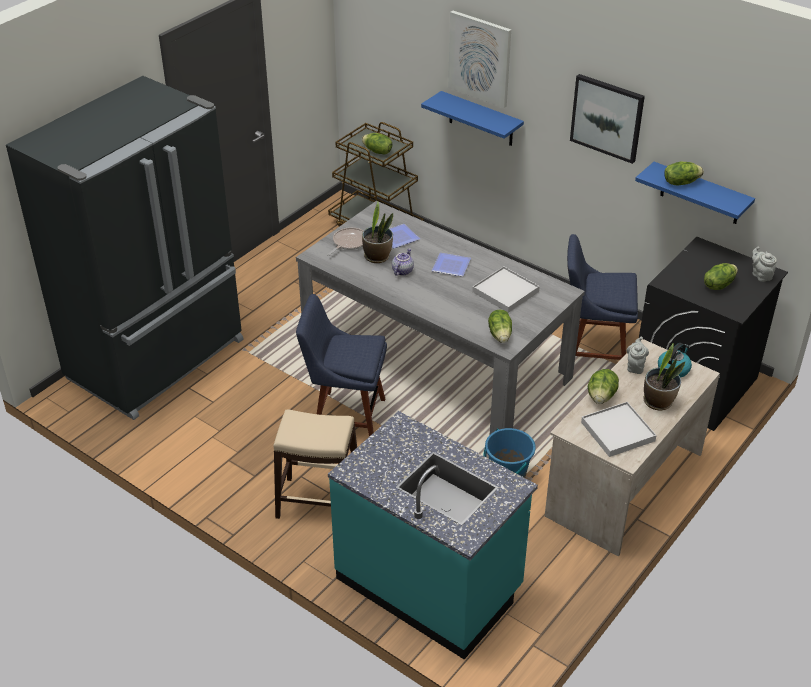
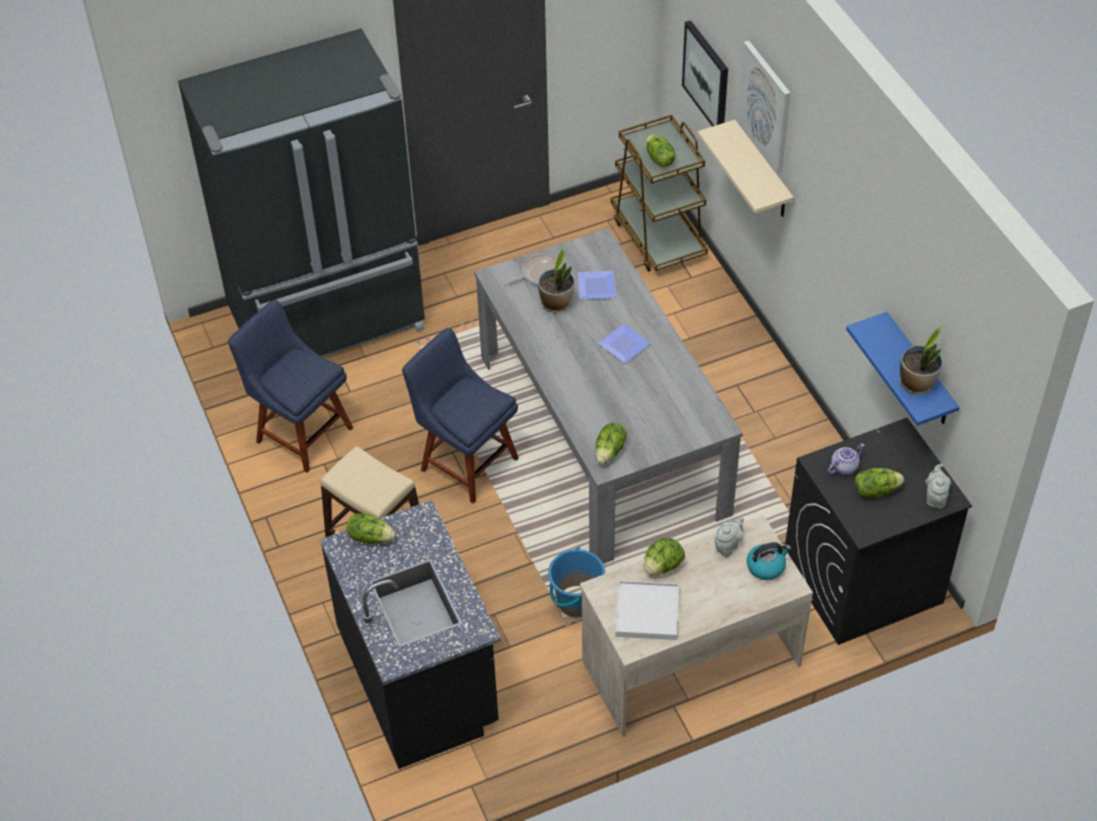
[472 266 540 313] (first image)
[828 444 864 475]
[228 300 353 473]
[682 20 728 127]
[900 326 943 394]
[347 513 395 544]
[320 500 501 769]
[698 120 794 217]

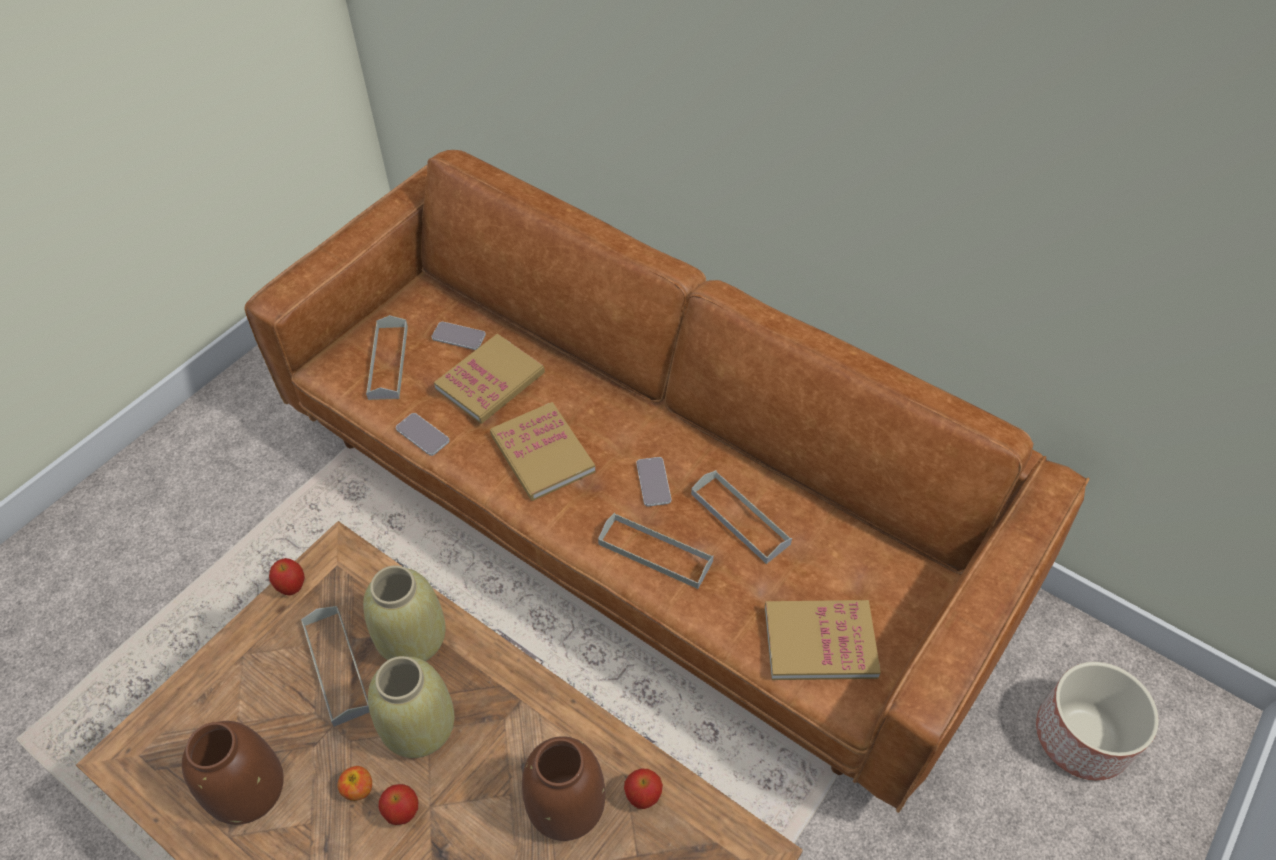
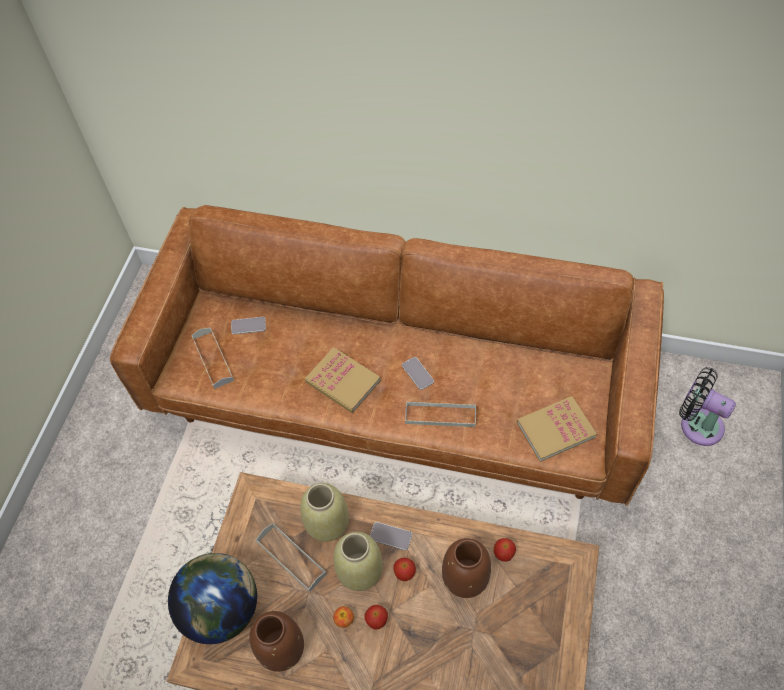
[434 334 545 424] (first image)
[691 470 792 564] (first image)
[168 553 257 644]
[393 558 416 581]
[370 522 412 550]
[679 367 736 446]

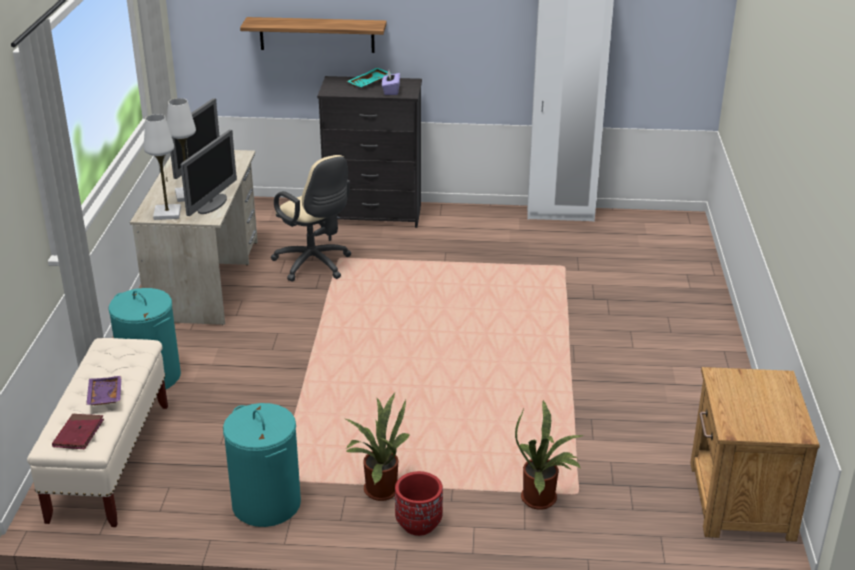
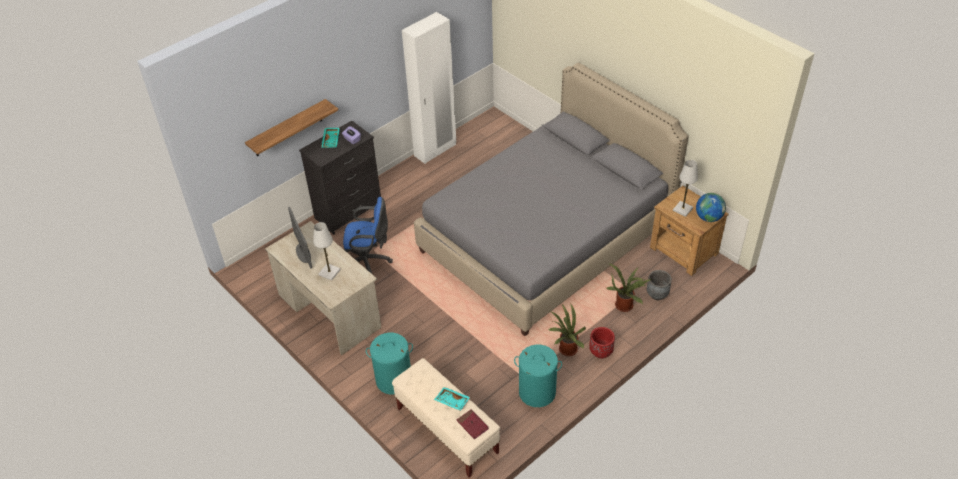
[180 130 237 216] (first image)
[414 63 689 336]
[647 270 672 300]
[696 193 726 222]
[673 160 698 217]
[434 387 470 411]
[343 197 393 274]

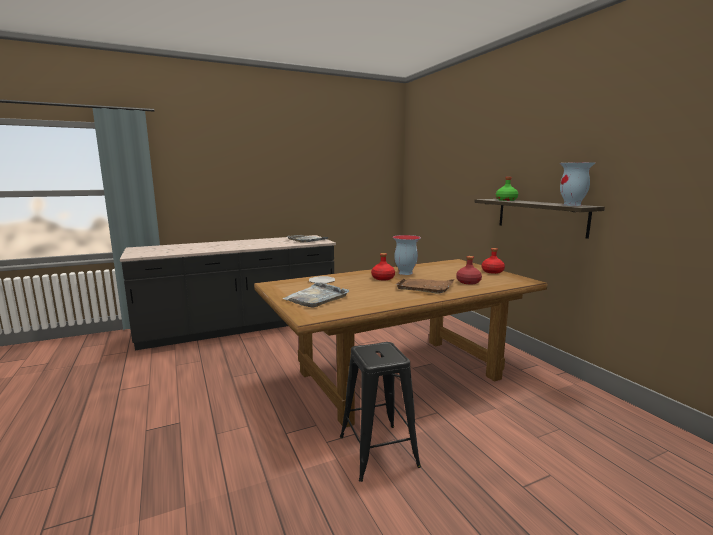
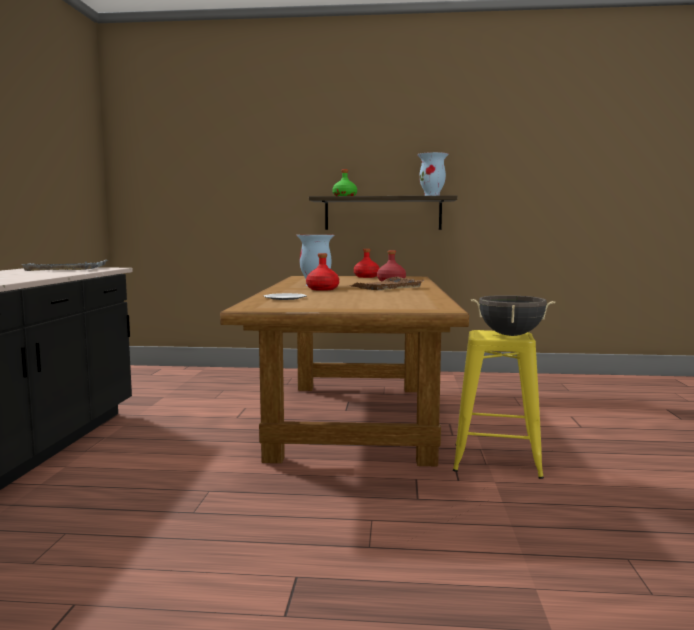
[282 282 349 307] (first image)
[471 295 555 336]
[453 330 544 479]

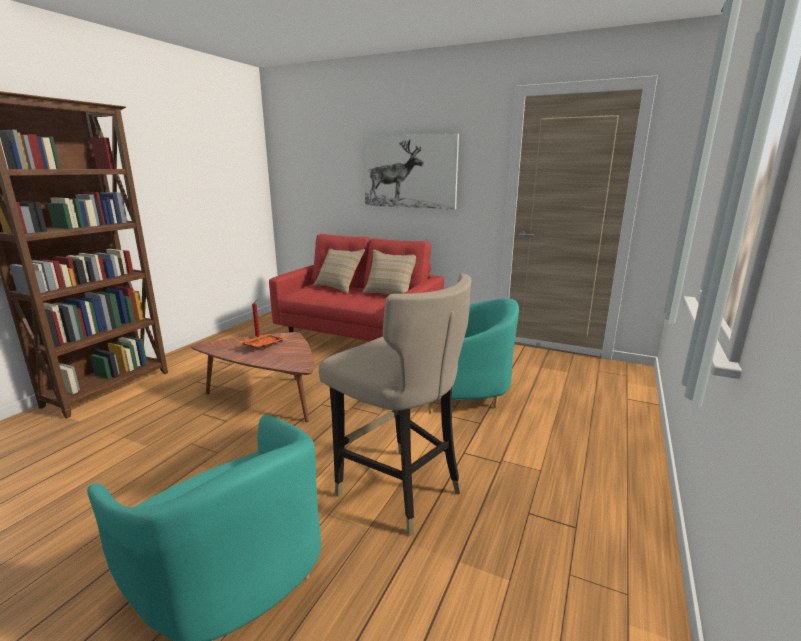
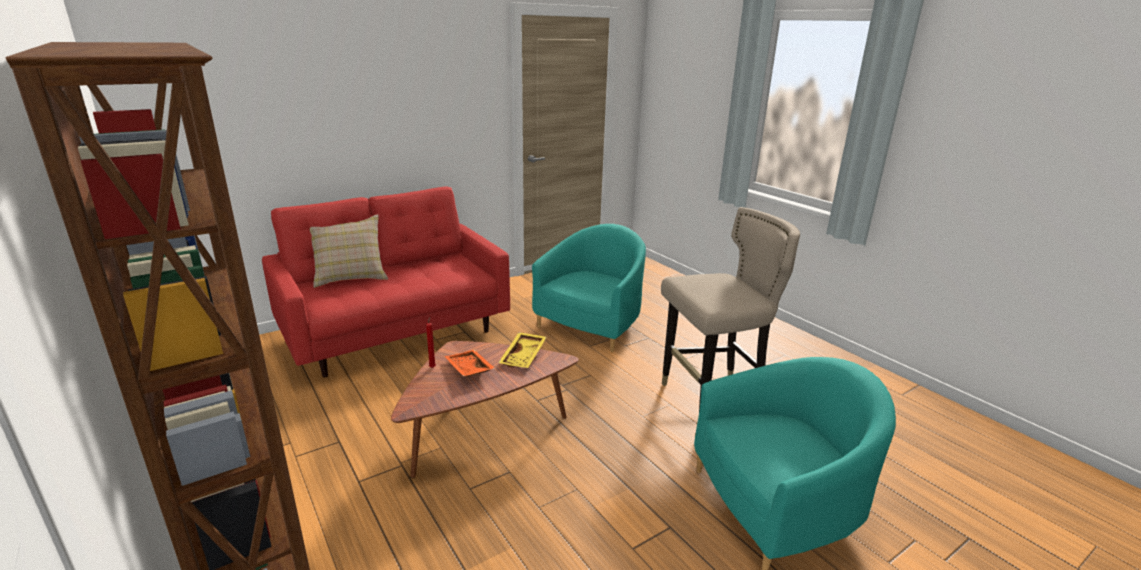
[362 250 416 294] (first image)
[363 133 459 209] (first image)
[498 332 546 368]

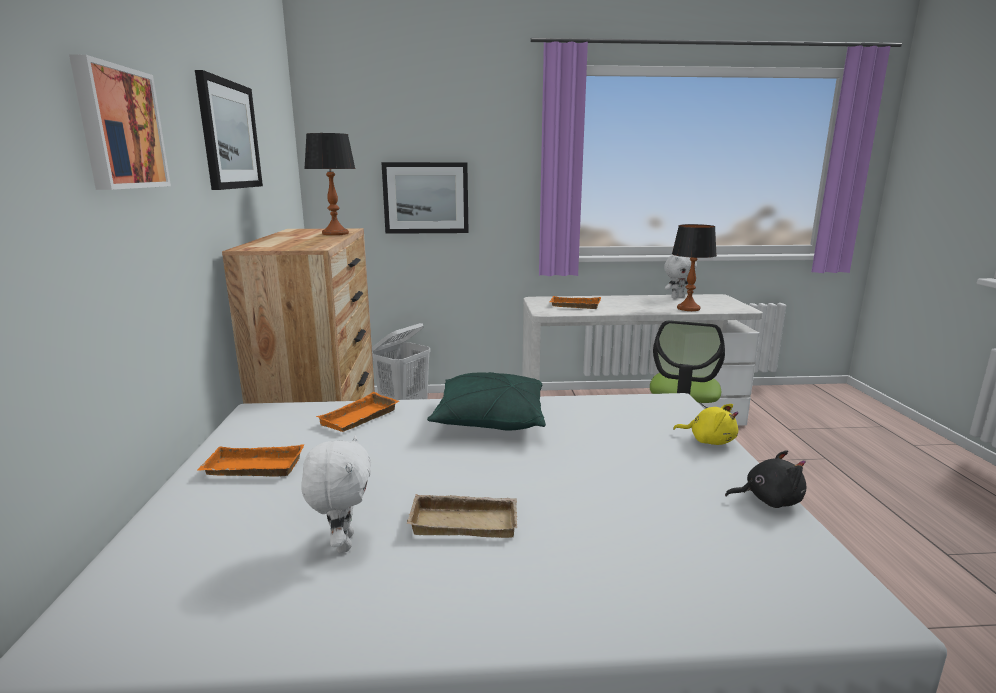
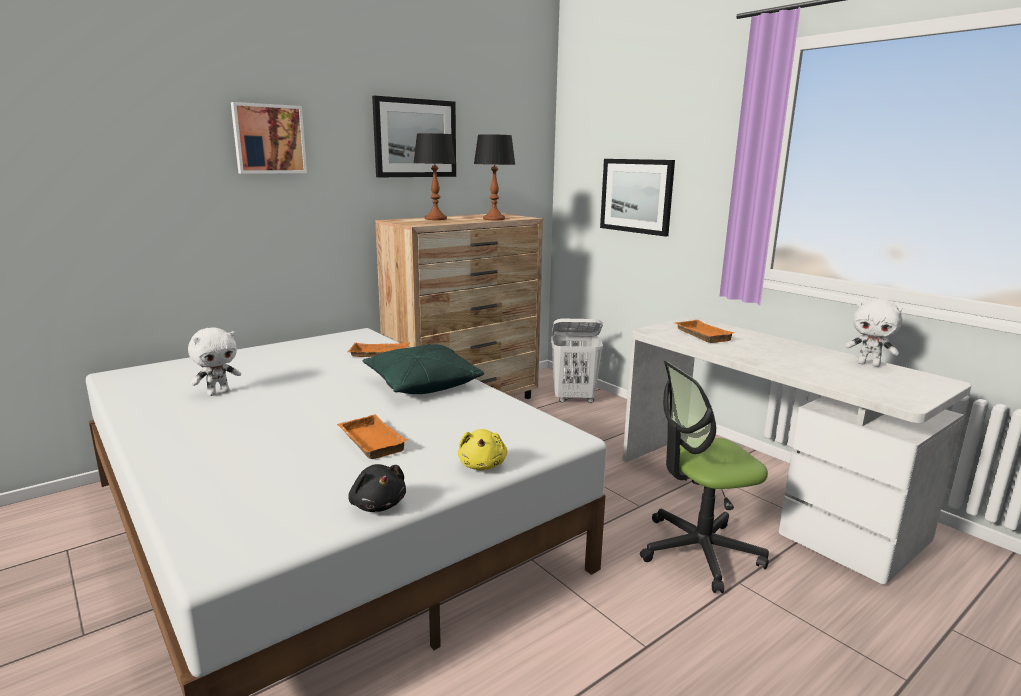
[407 494 517 538] (first image)
[337 414 408 459]
[414 133 456 220]

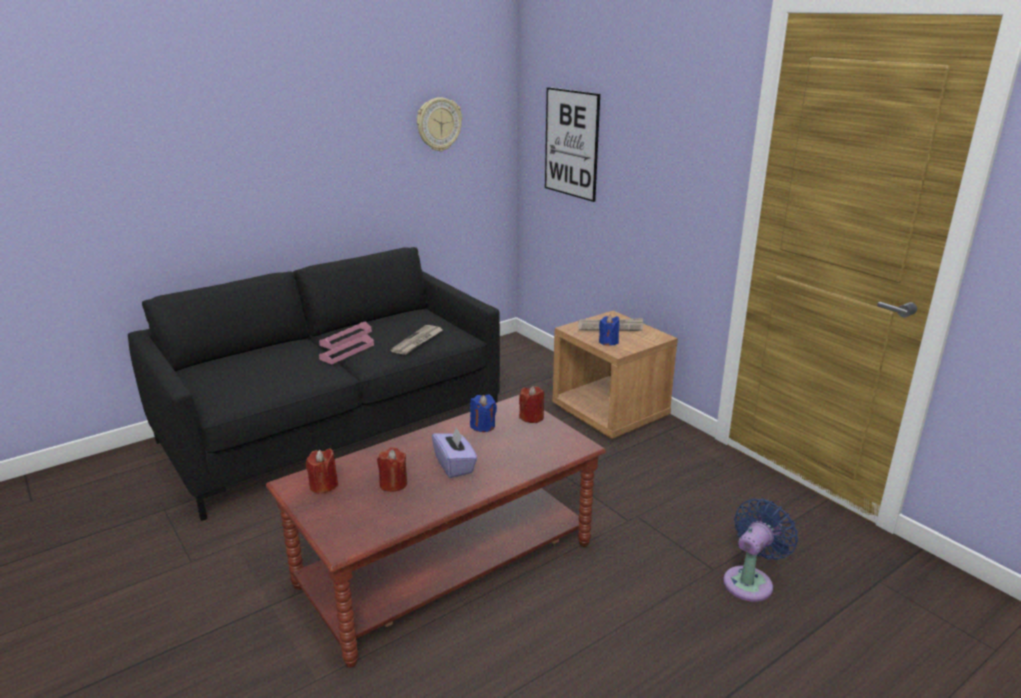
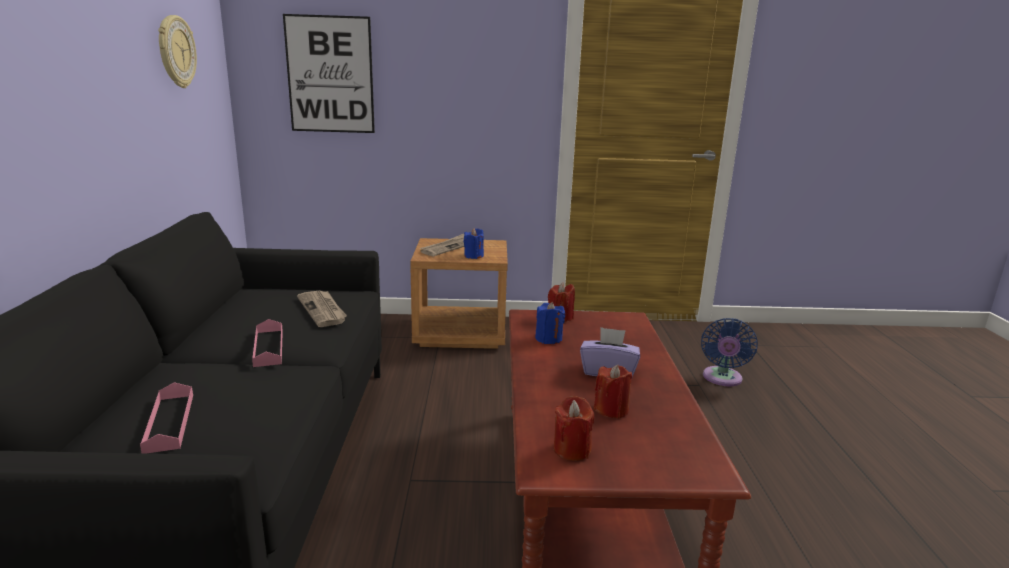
[140 382 193 454]
[701 318 758 386]

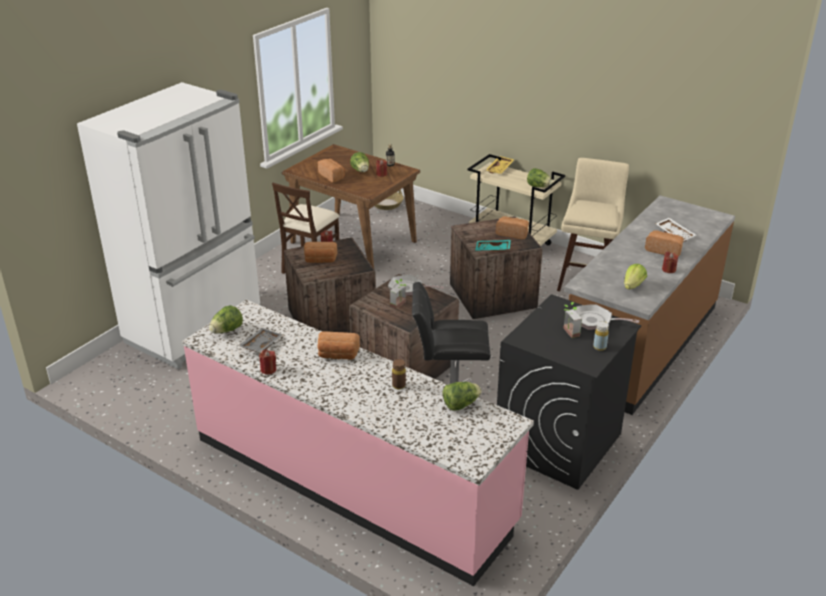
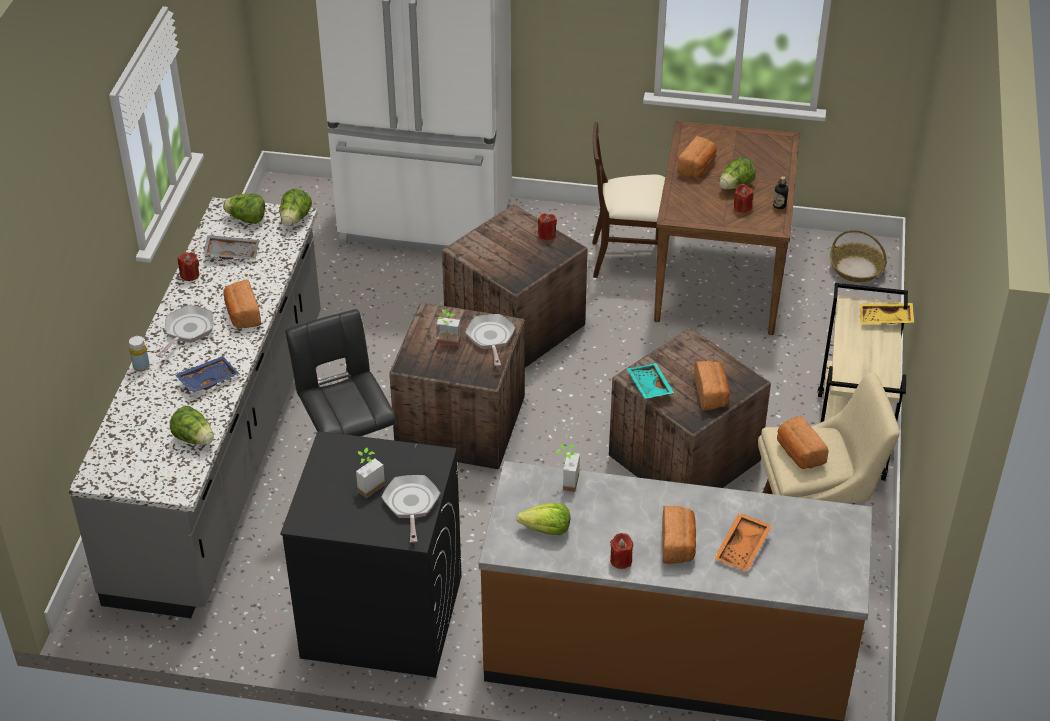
[157 305 213 358]
[556 445 580 492]
[777 415 829 469]
[280 189 312 226]
[129 336 150 371]
[174 356 240 393]
[69 197 321 618]
[714 513 772 571]

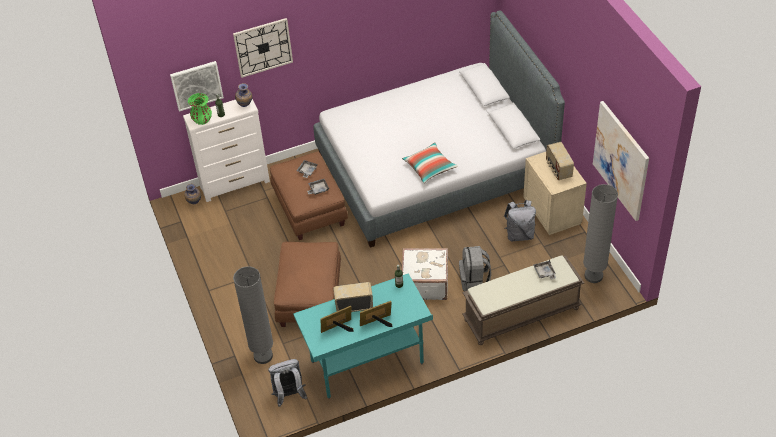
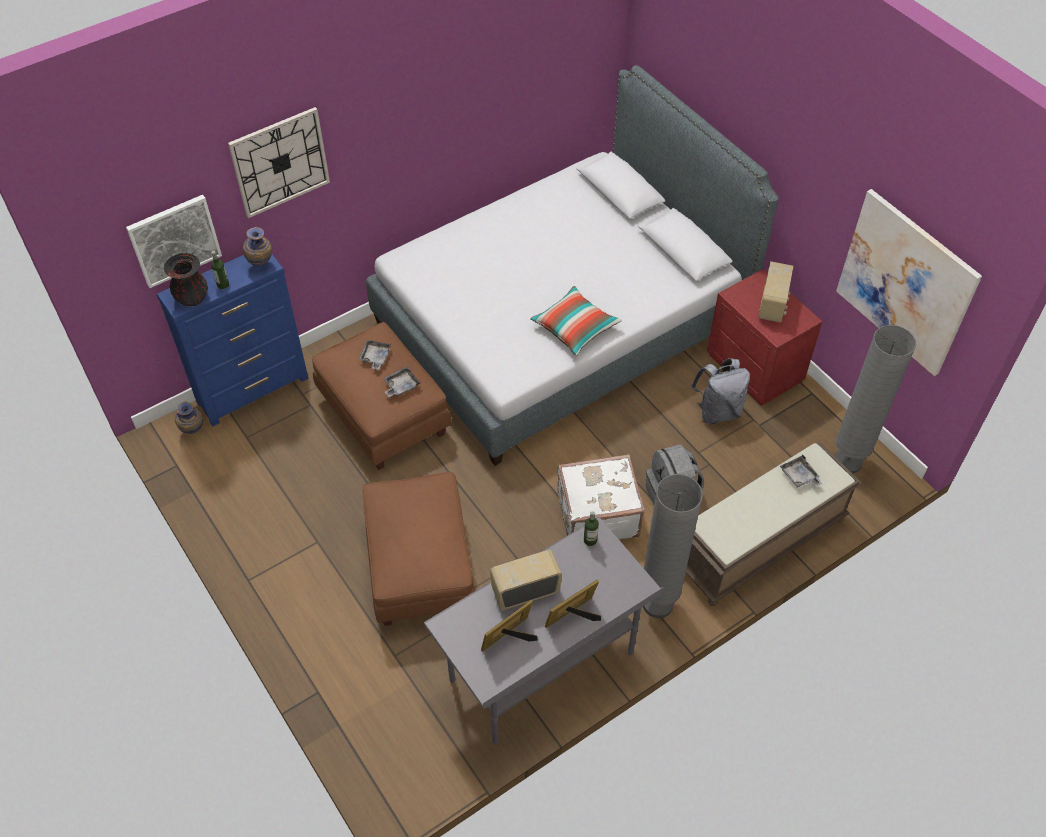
[268 359 307 407] (first image)
[643 474 703 618]
[157 254 308 426]
[163 253 208 306]
[424 517 663 745]
[707 269 823 406]
[758 261 794 323]

